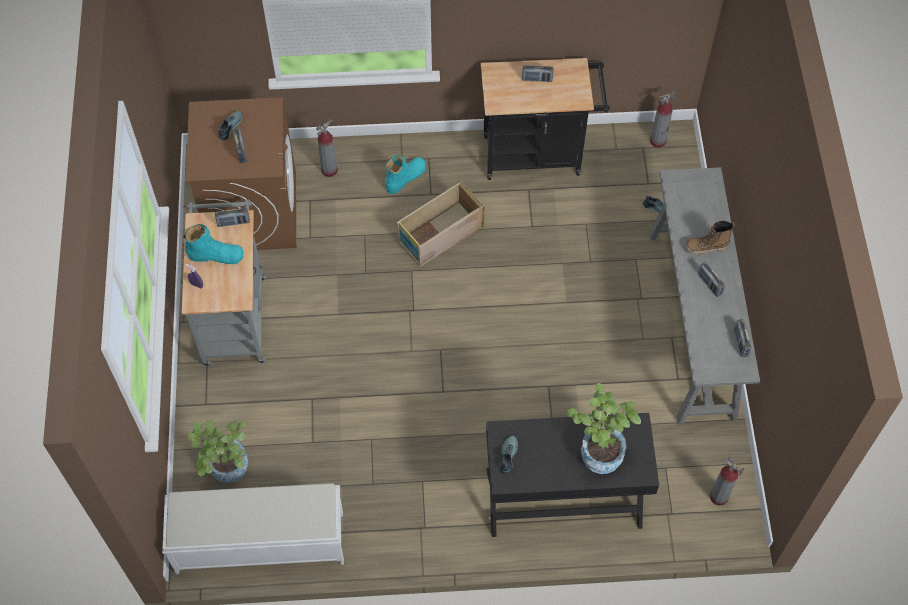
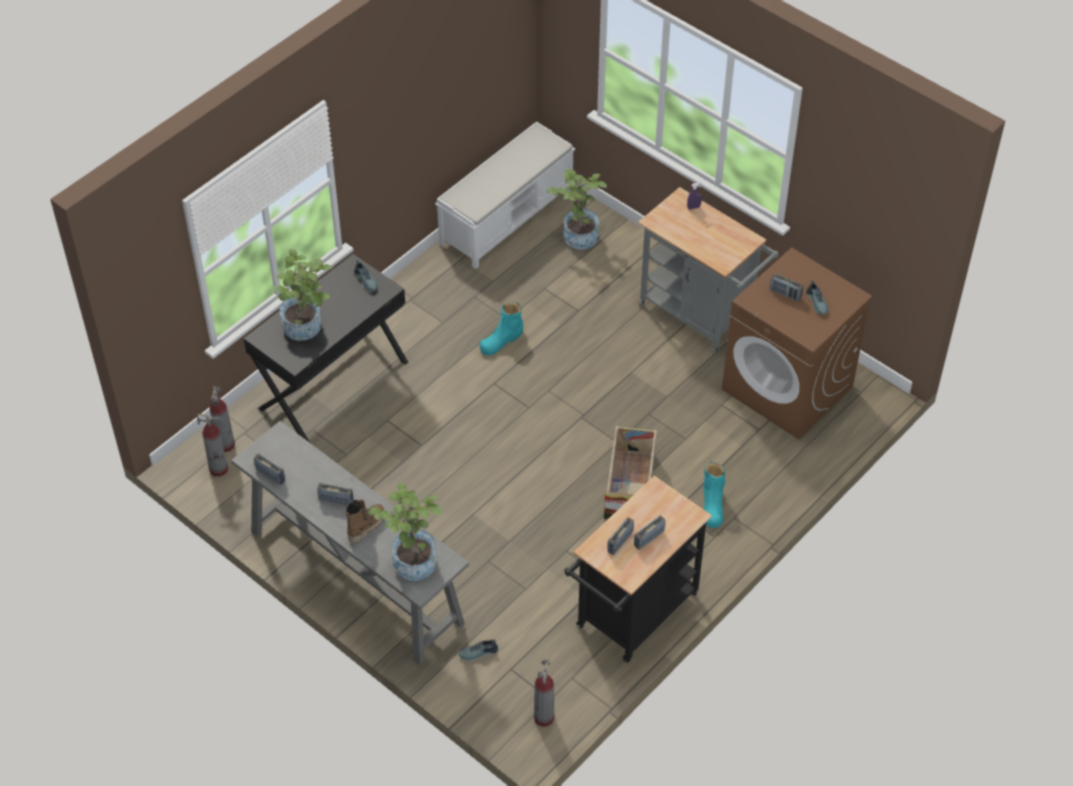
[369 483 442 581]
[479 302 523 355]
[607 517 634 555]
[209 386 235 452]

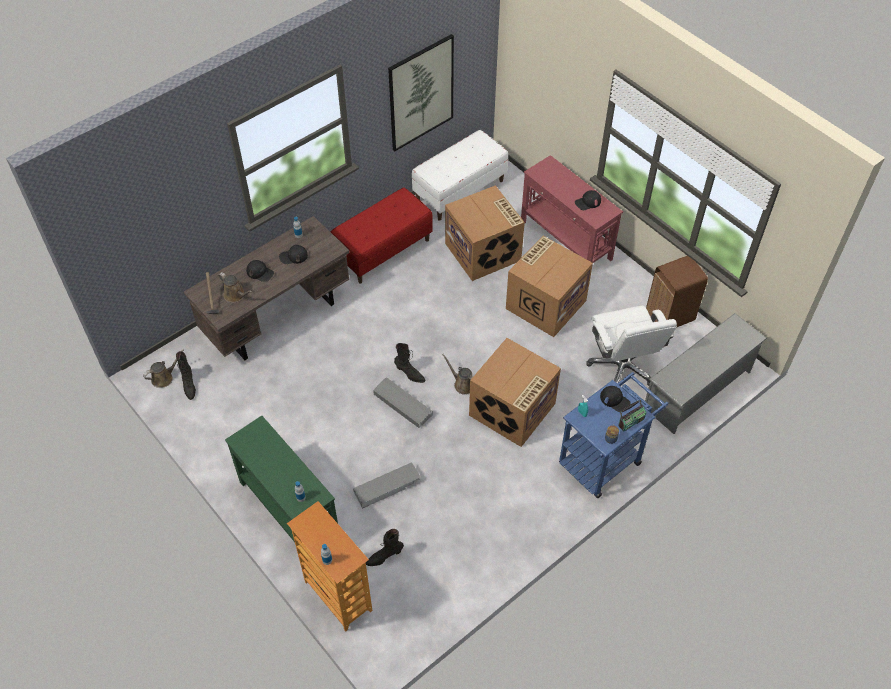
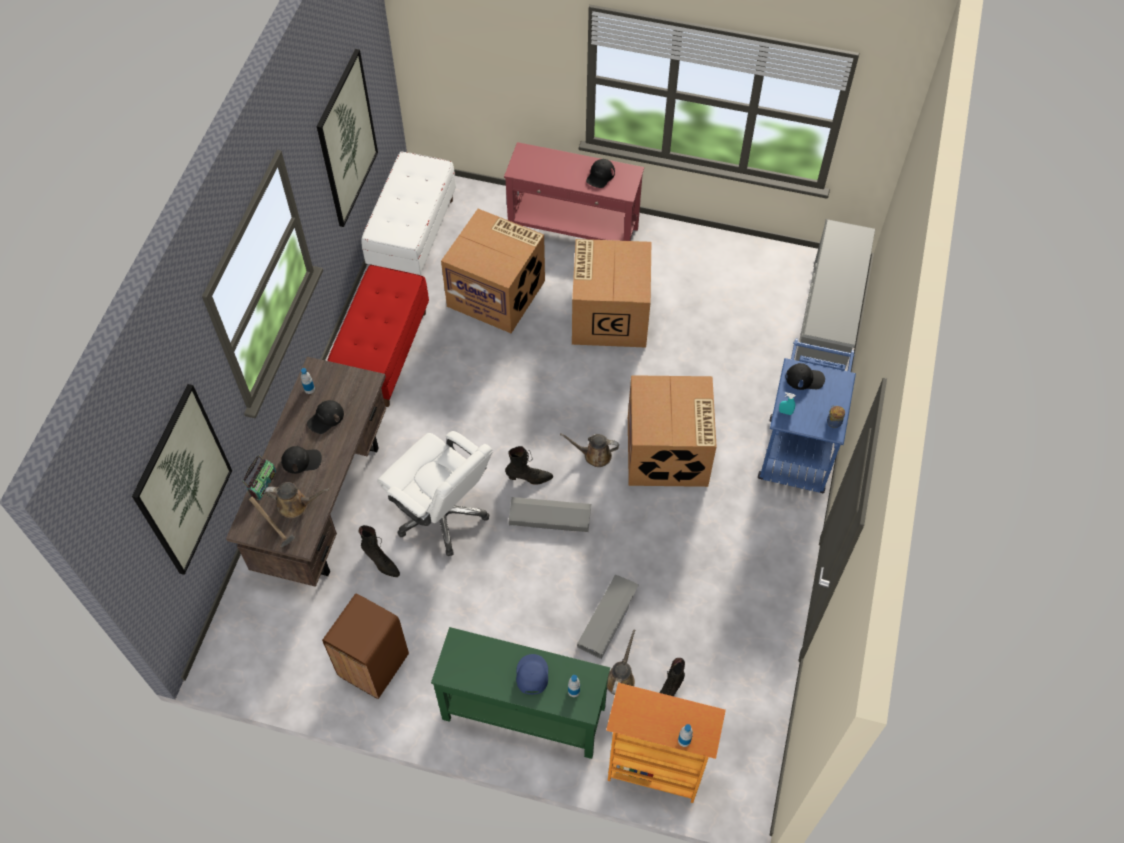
[132 384 232 575]
[516 654 548 694]
[607 629 635 695]
[358 525 400 577]
[377 431 492 556]
[242 454 276 500]
[322 593 409 699]

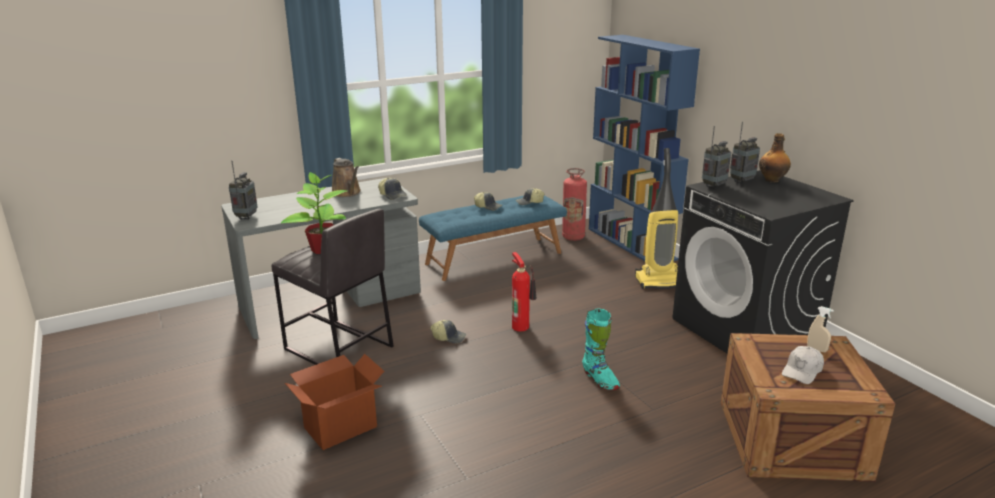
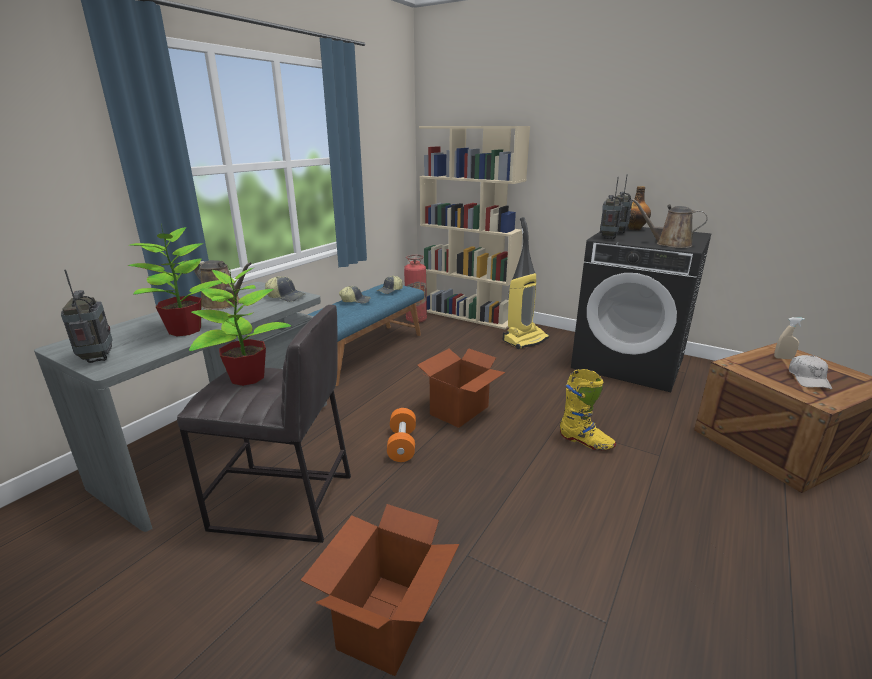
[128 227 222 336]
[632 199 708 248]
[387 408 416 462]
[417 348 506 428]
[560 369 616 450]
[419 126 530 329]

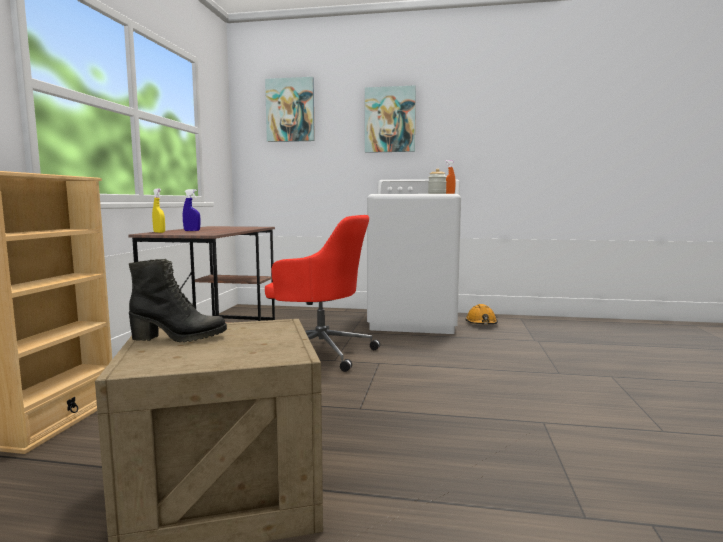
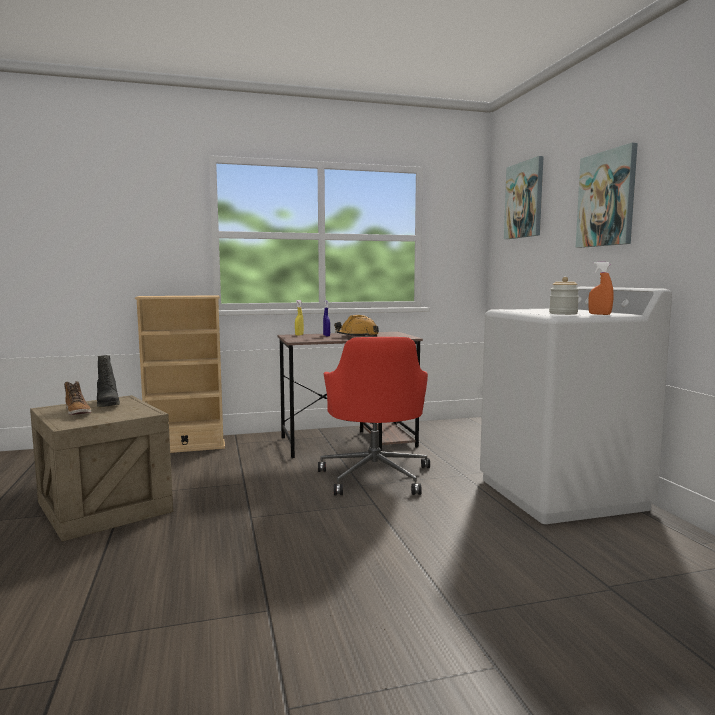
[64 381 91 415]
[334 315 379 337]

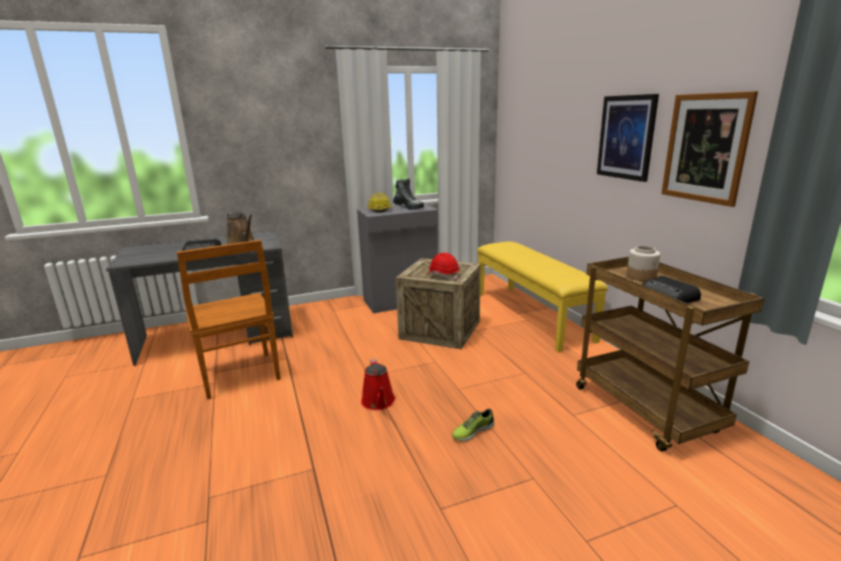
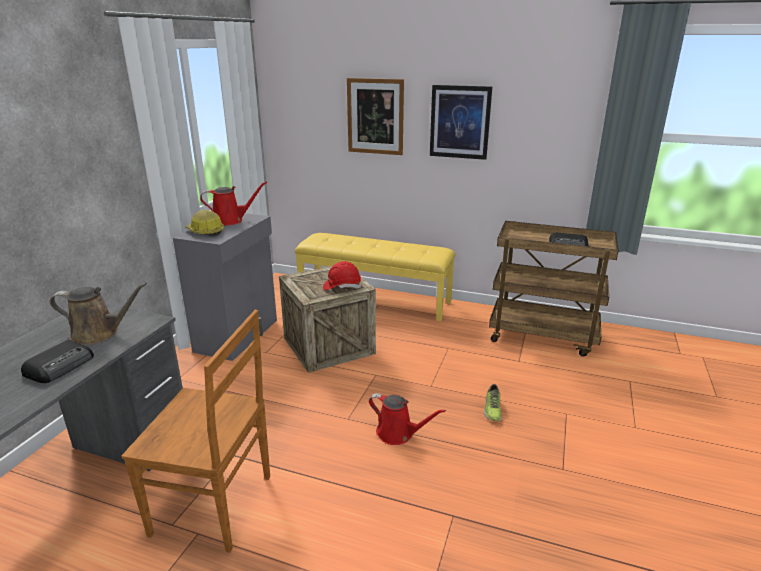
[627 245 660 281] (first image)
[347 78 404 155]
[200 181 267 225]

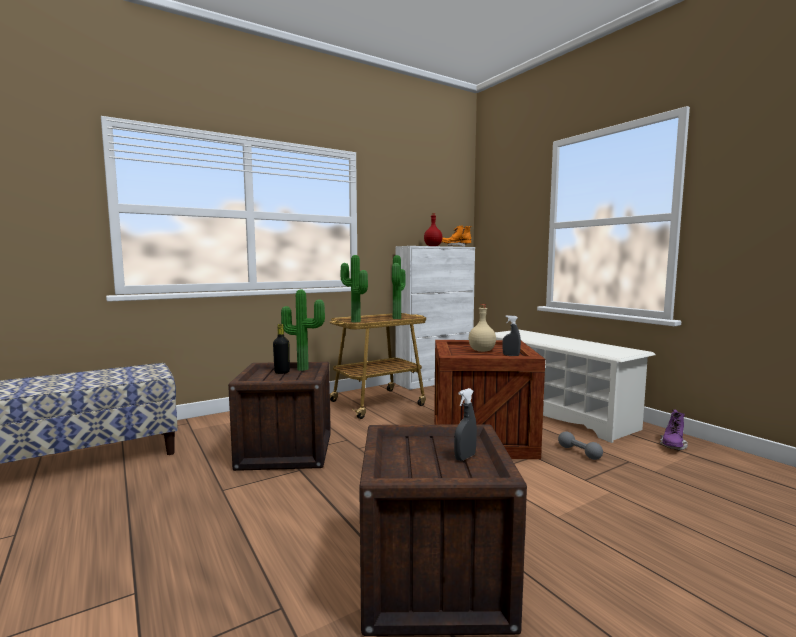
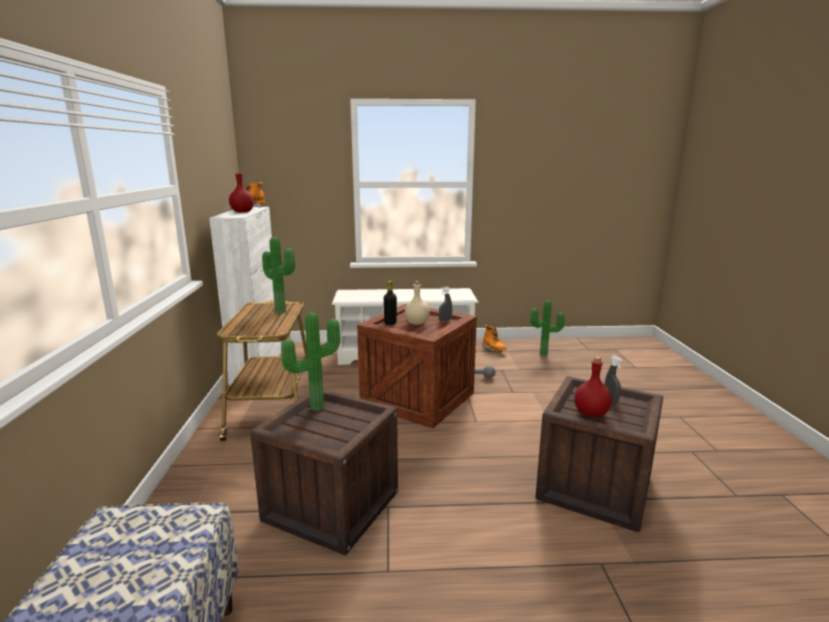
[575 356 612 418]
[384 281 397 325]
[530 300 565 356]
[483 325 507 352]

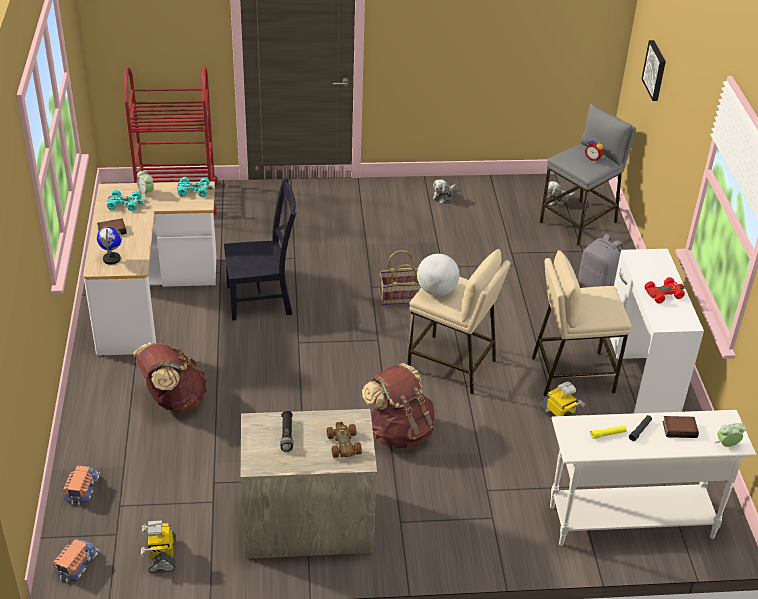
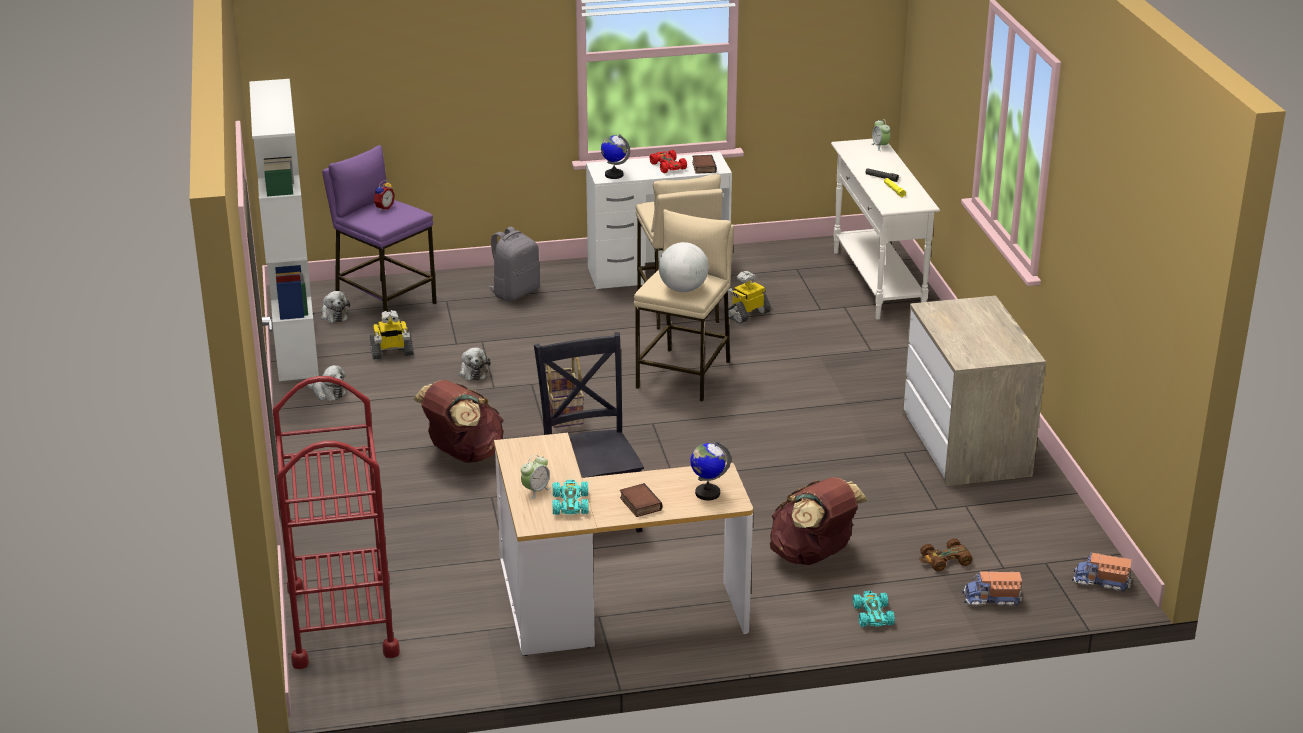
[280 411 293 452] (first image)
[641 40 666 101] (first image)
[249 79 319 381]
[459 347 491 381]
[601 134 630 179]
[370 310 414 359]
[853 591 895 627]
[919 538 972 571]
[413 380 503 463]
[692 155 717 174]
[322 145 437 312]

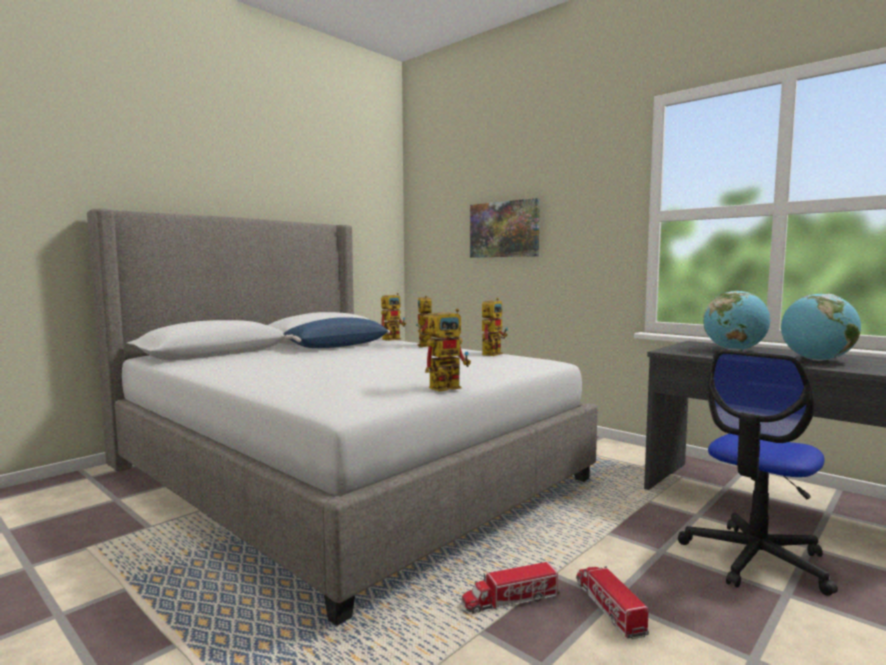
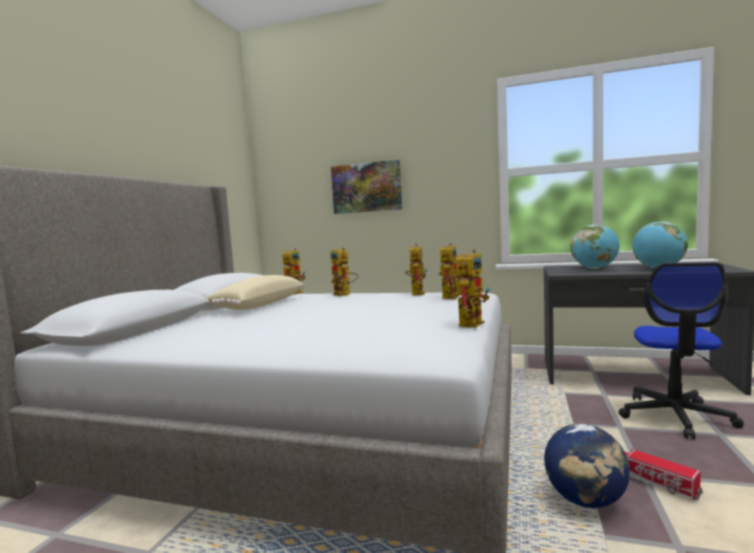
[439 243 462 299]
[544 424 630 508]
[205 275 304 310]

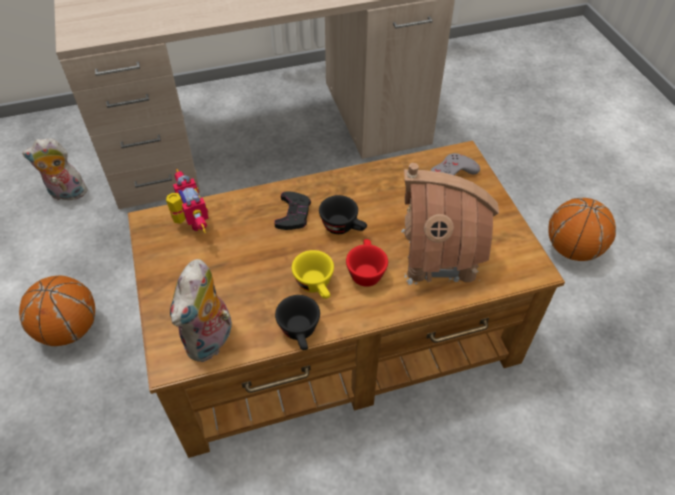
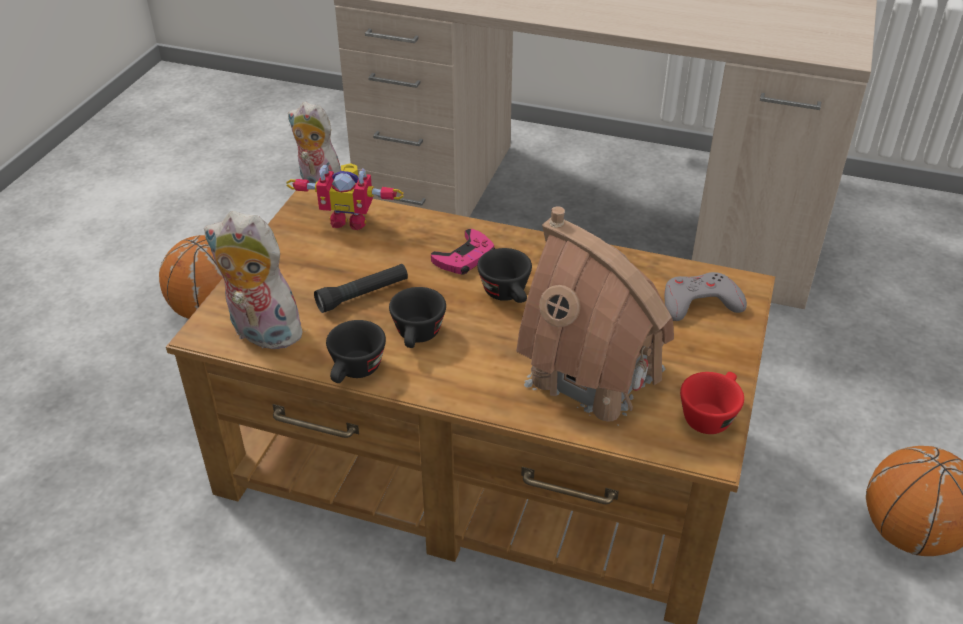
[314 264 408 313]
[680 372 744 434]
[431 229 495 275]
[389 287 446 348]
[286 163 404 230]
[204 211 311 349]

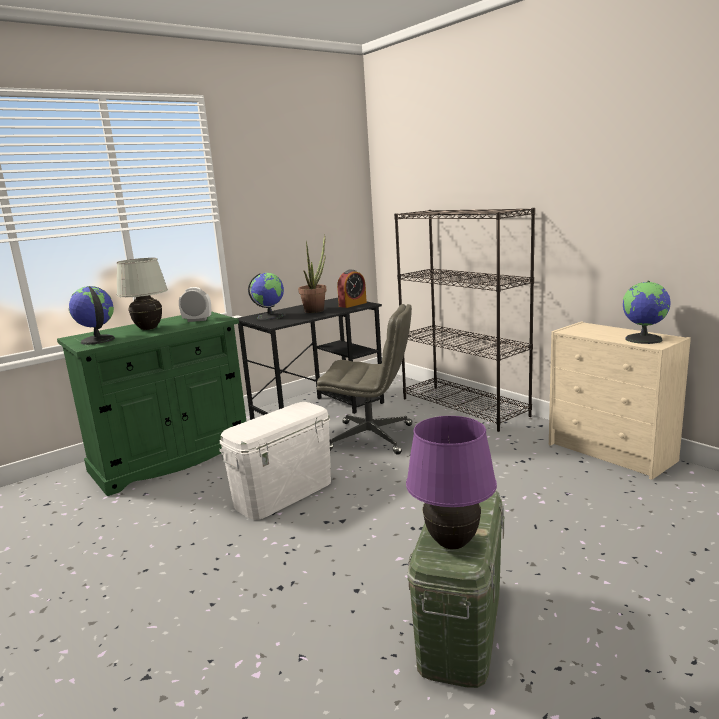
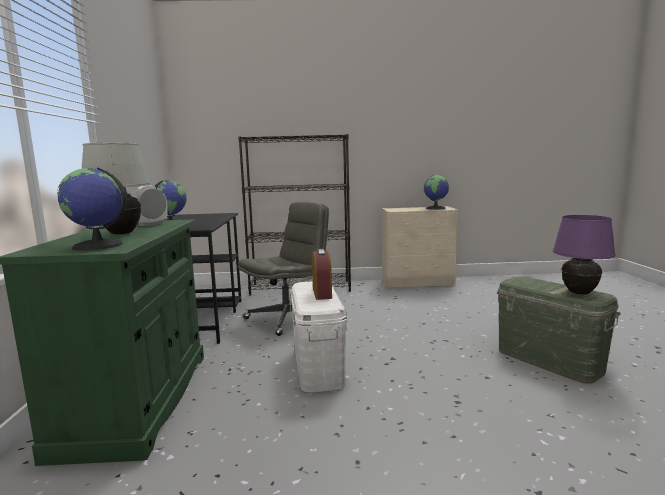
[298 234 327 313] (first image)
[312 249 332 300]

